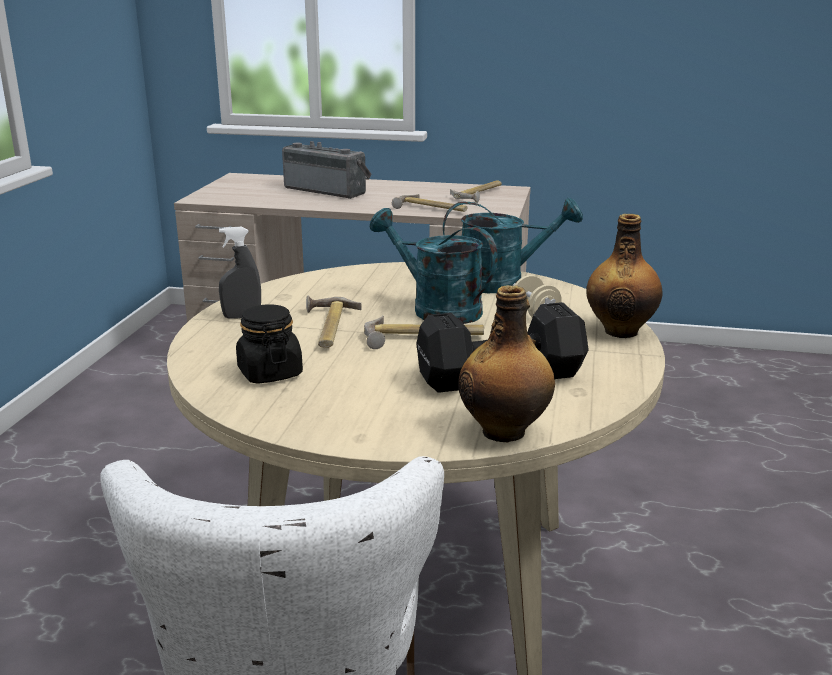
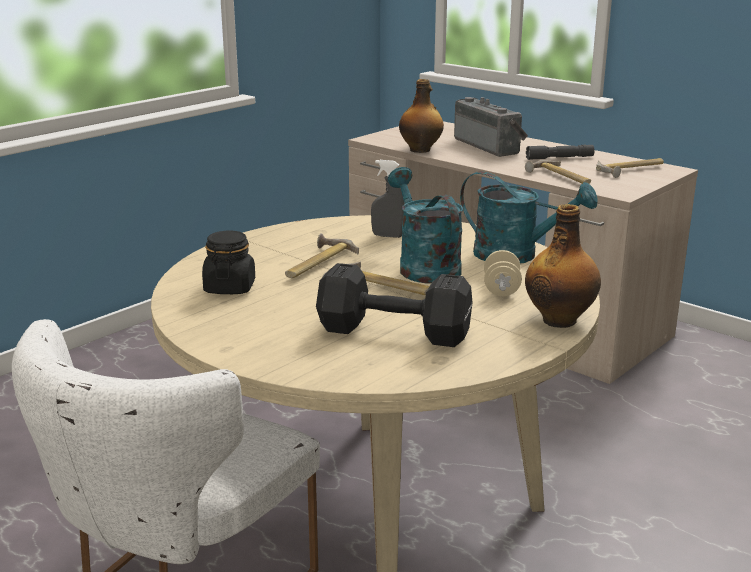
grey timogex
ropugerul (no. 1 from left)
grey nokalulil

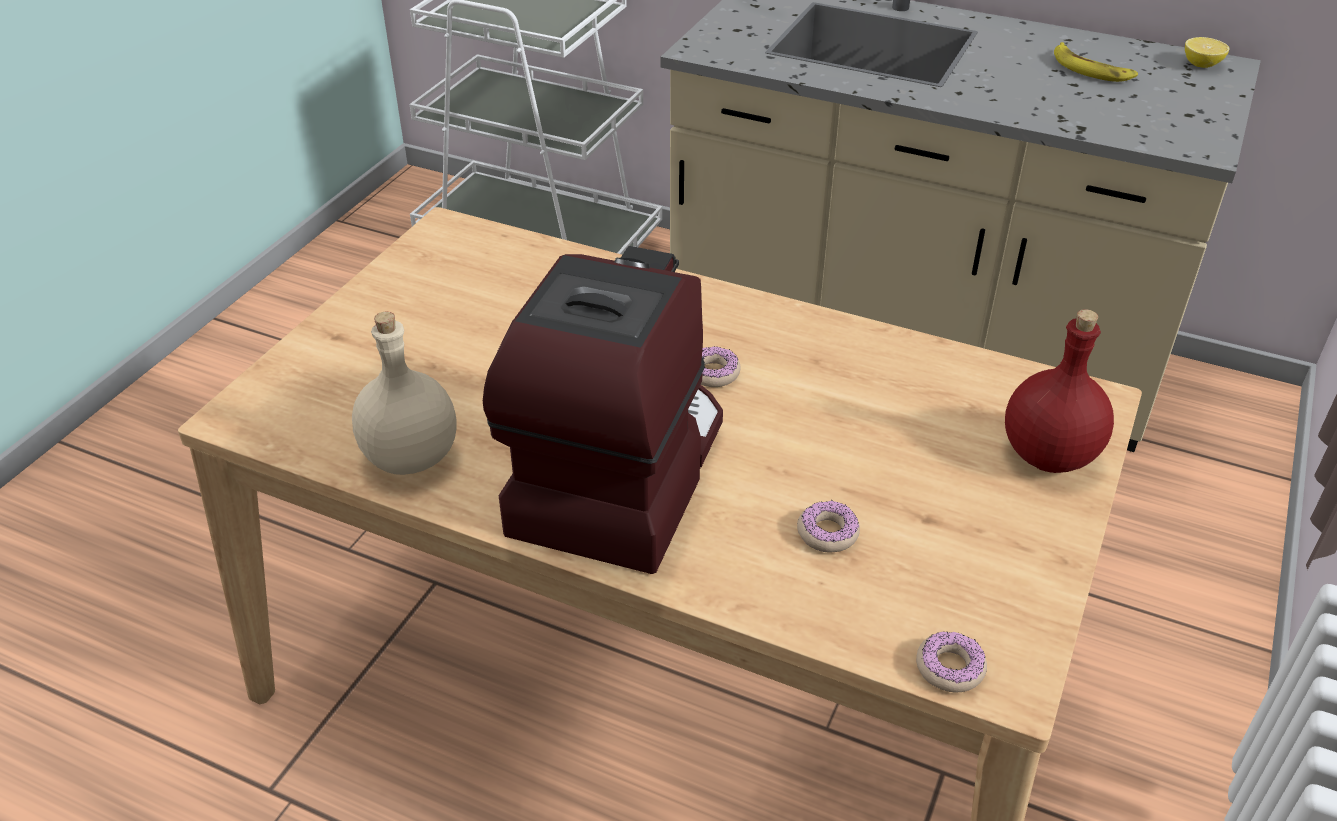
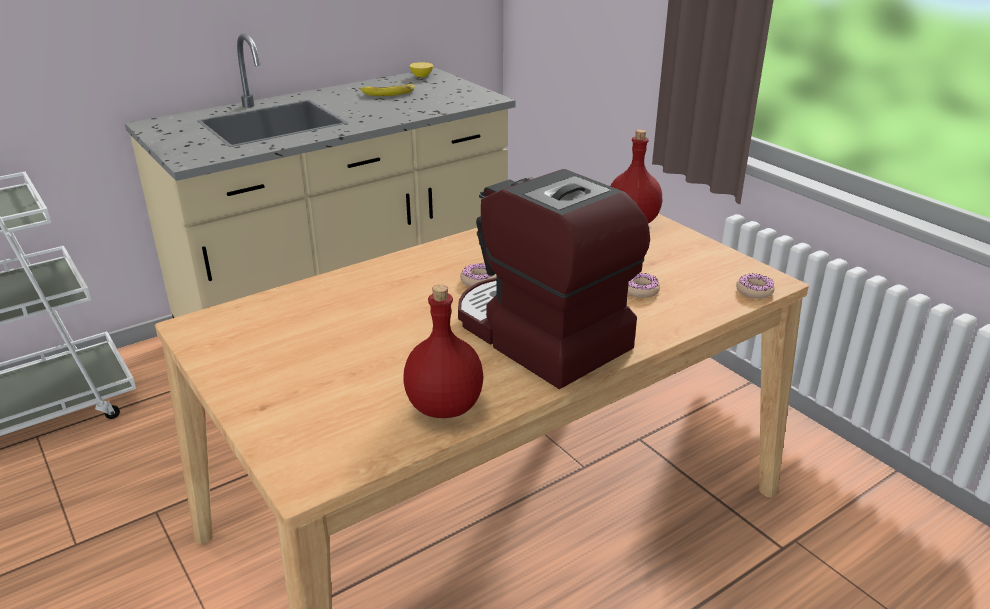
red ropugerul (no. 1 from left)

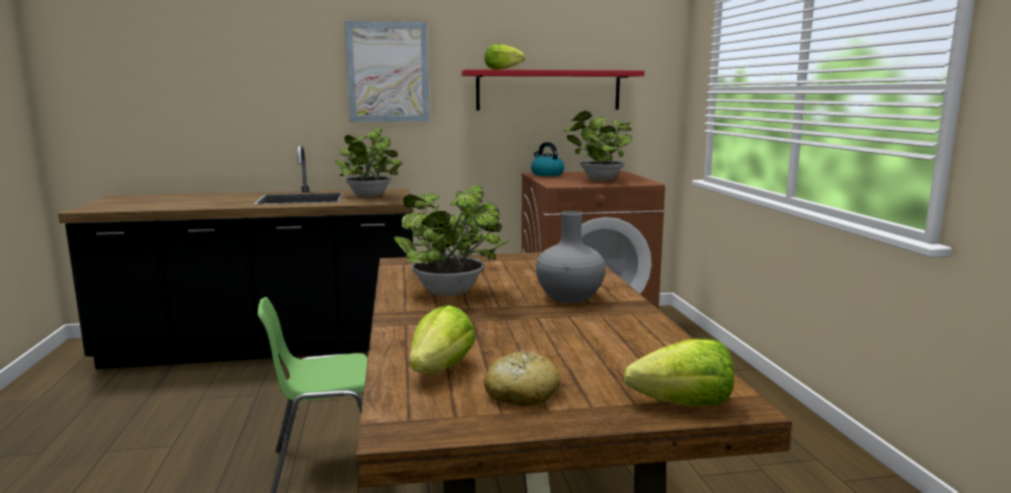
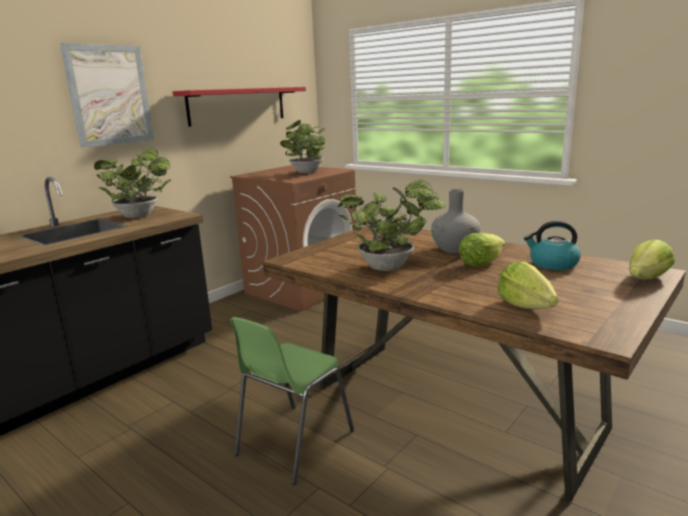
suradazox (no. 1 from left)
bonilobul
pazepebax

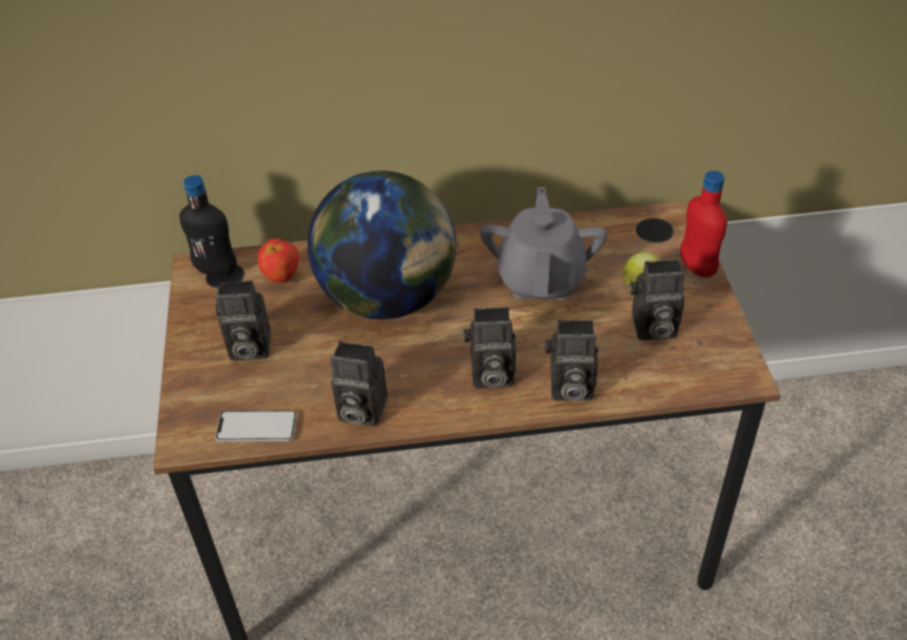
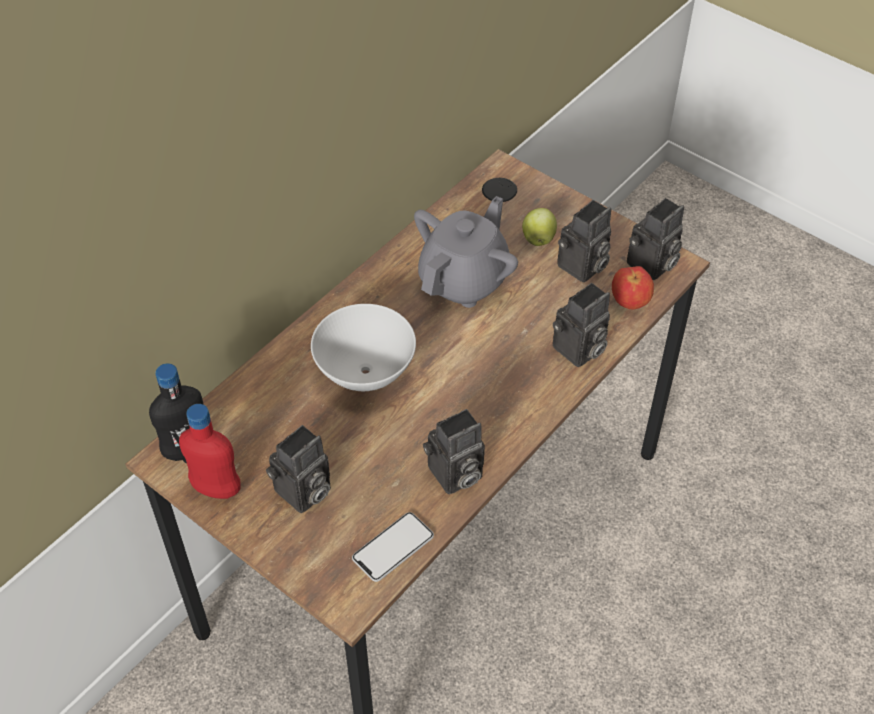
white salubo
red ropugerul
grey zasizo
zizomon (no. 2 from left)
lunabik (no. 5 from left)

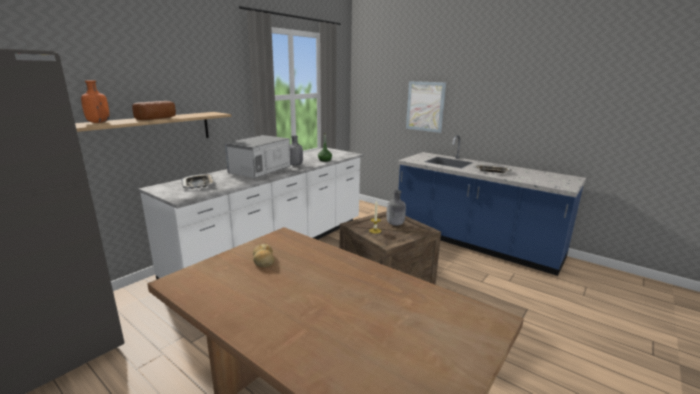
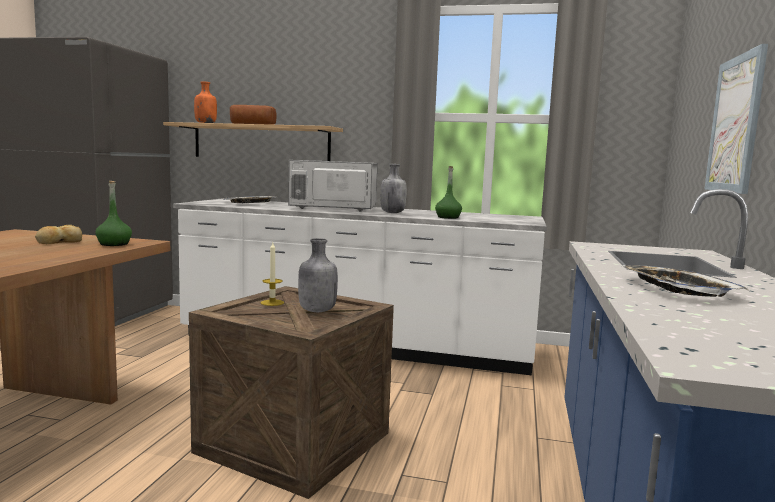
green ropugerul (no. 1 from left)

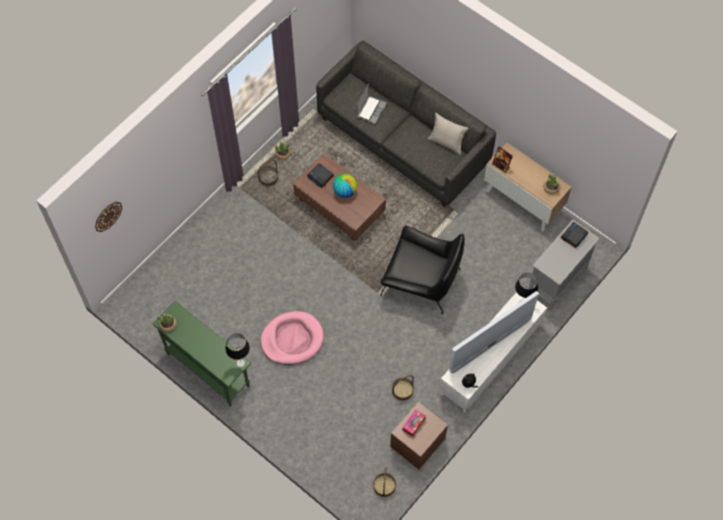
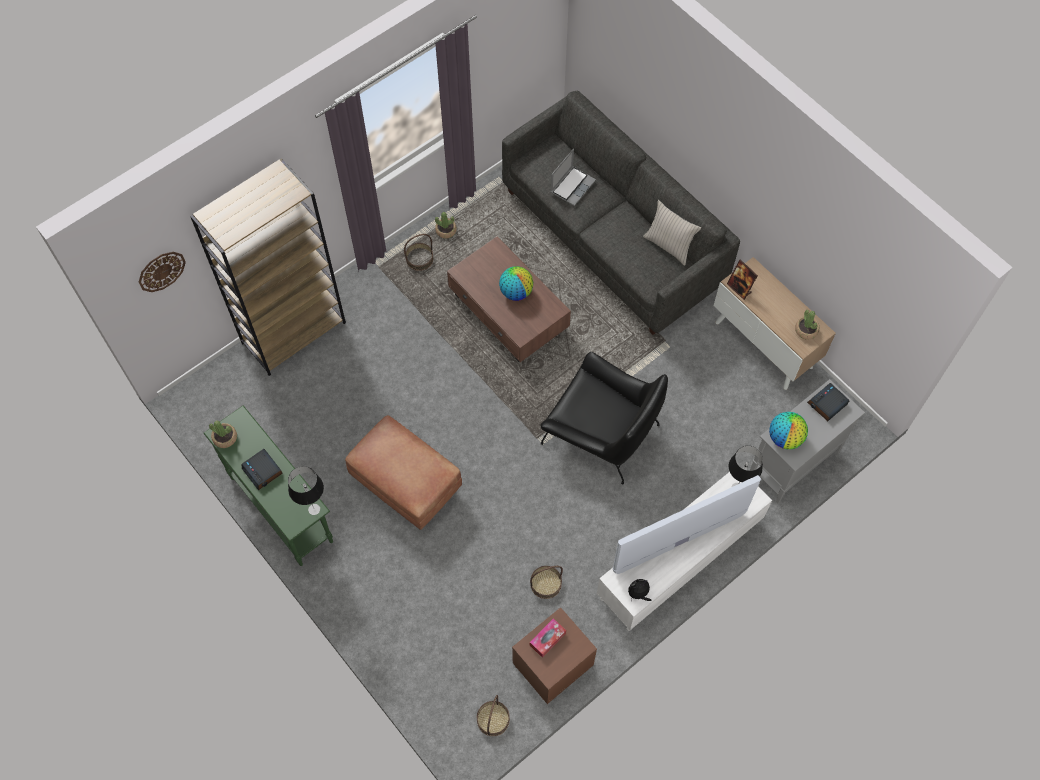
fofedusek (no. 1 from left)
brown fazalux
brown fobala
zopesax (no. 2 from left)

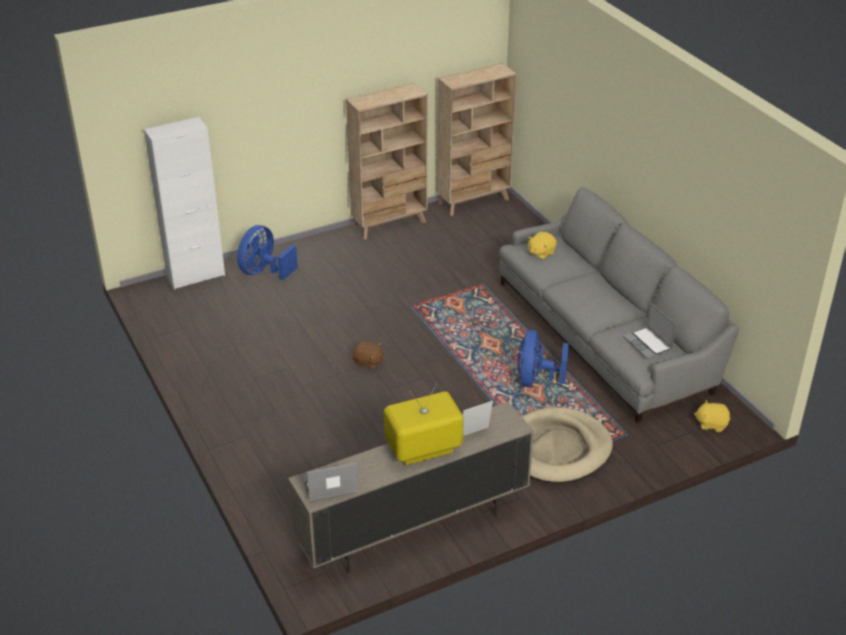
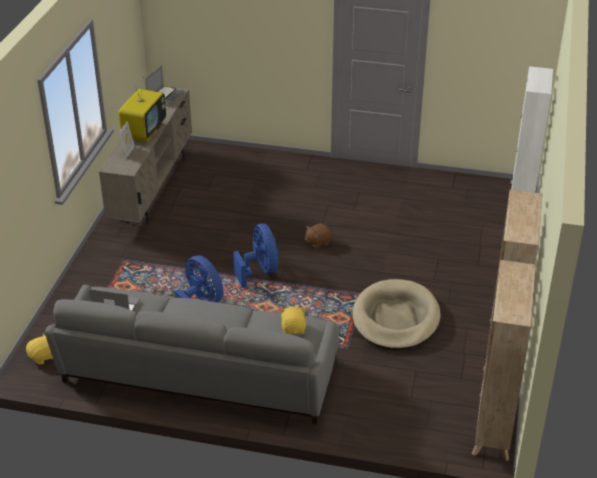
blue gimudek (no. 2 from left)
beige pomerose

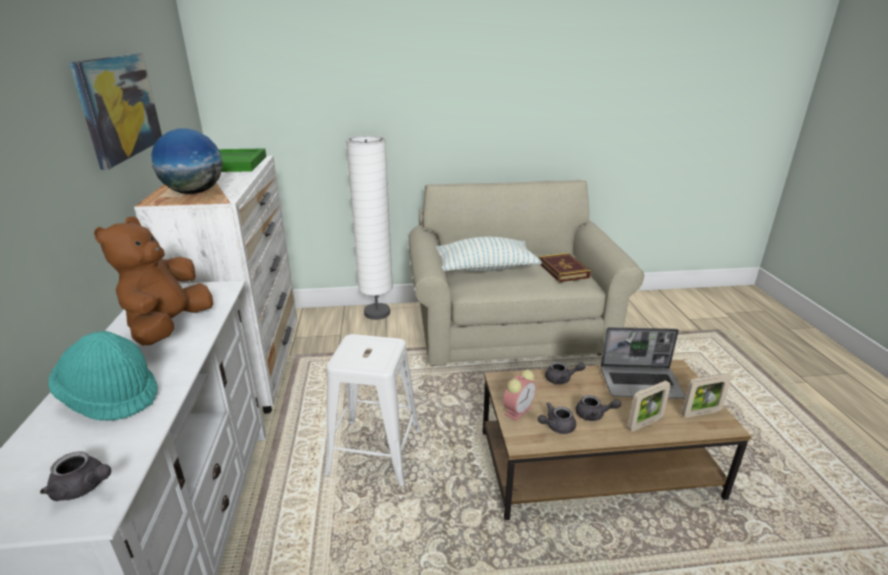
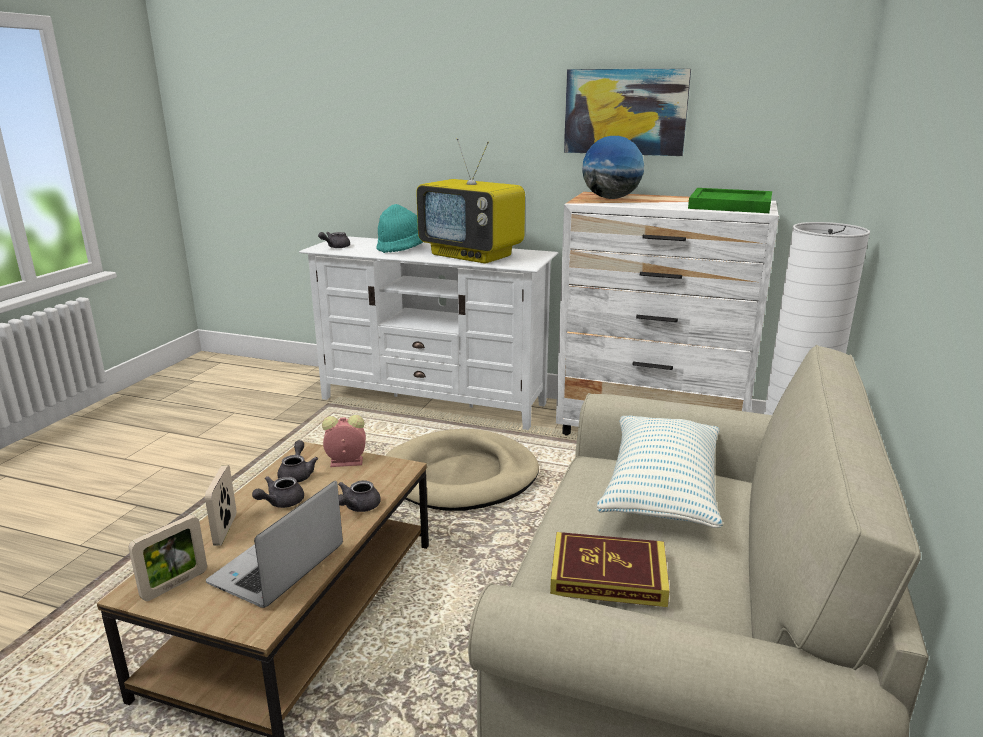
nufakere
beige pomerose
fofedusek
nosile (no. 1 from left)

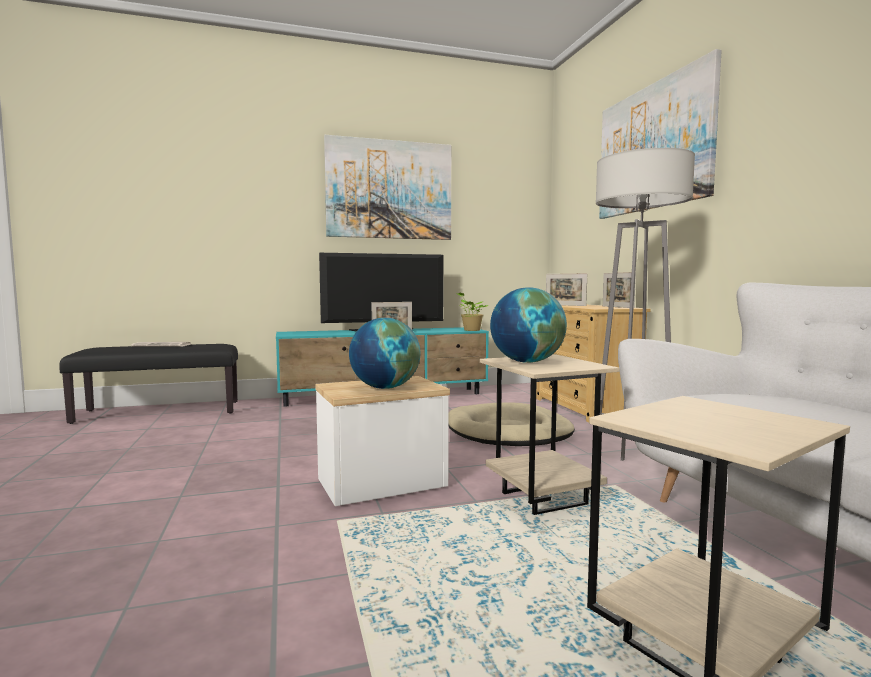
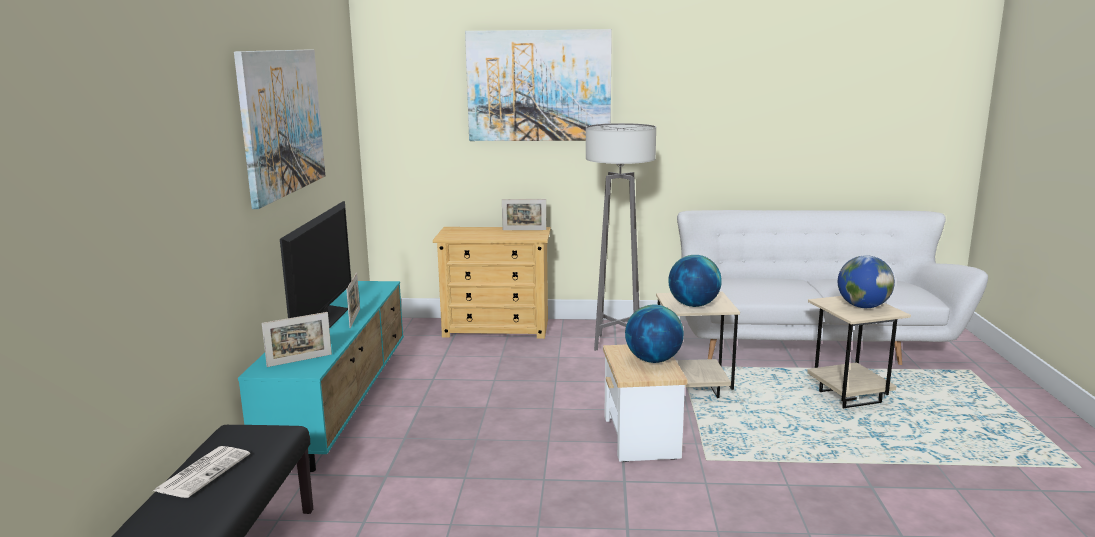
nosile (no. 1 from left)
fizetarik
beige pomerose
zopesax (no. 3 from left)

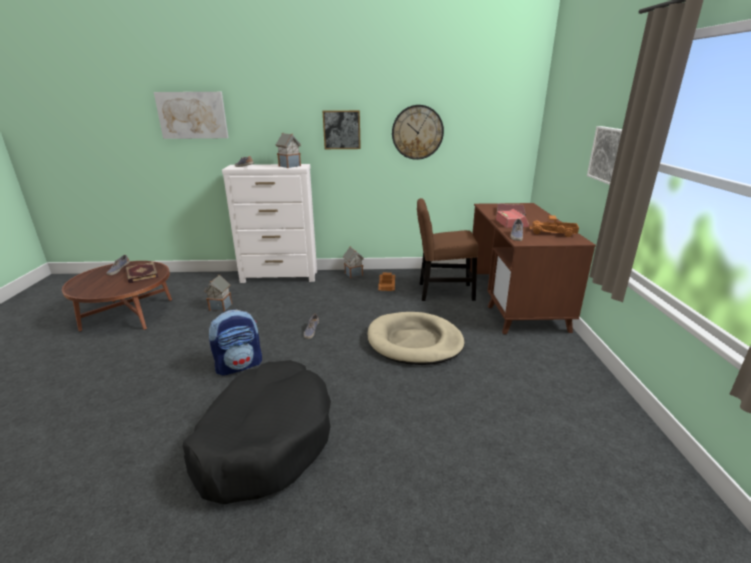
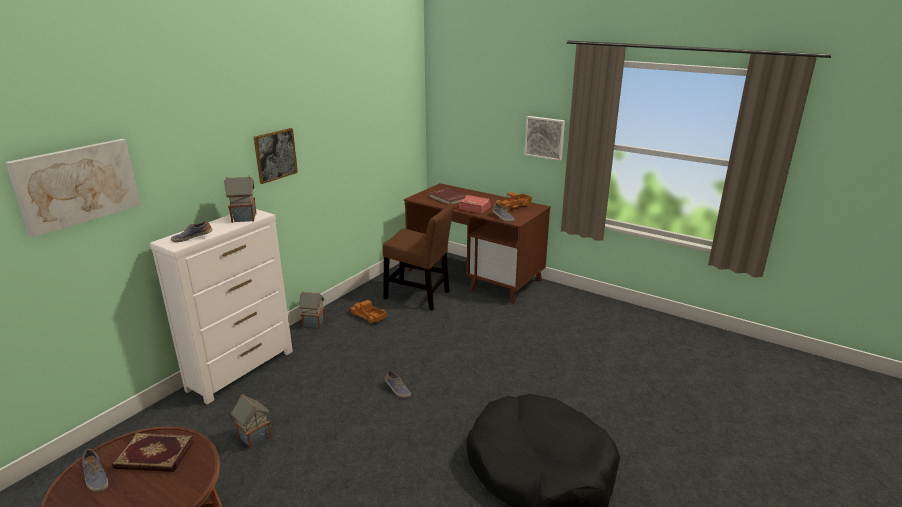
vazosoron
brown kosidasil
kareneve
beige pomerose

